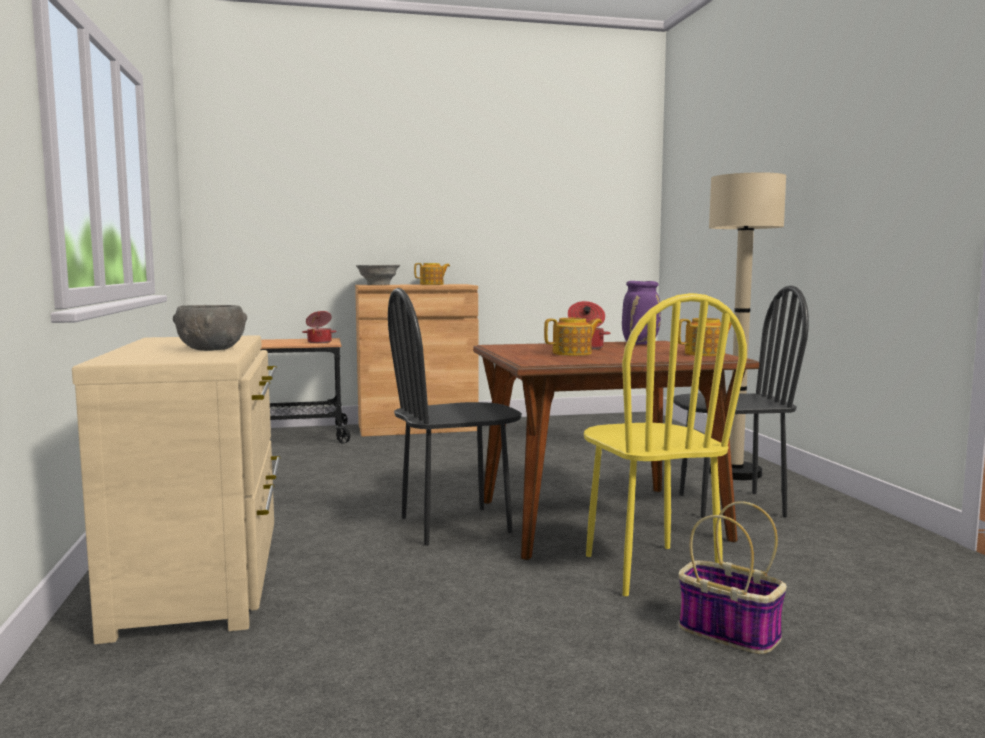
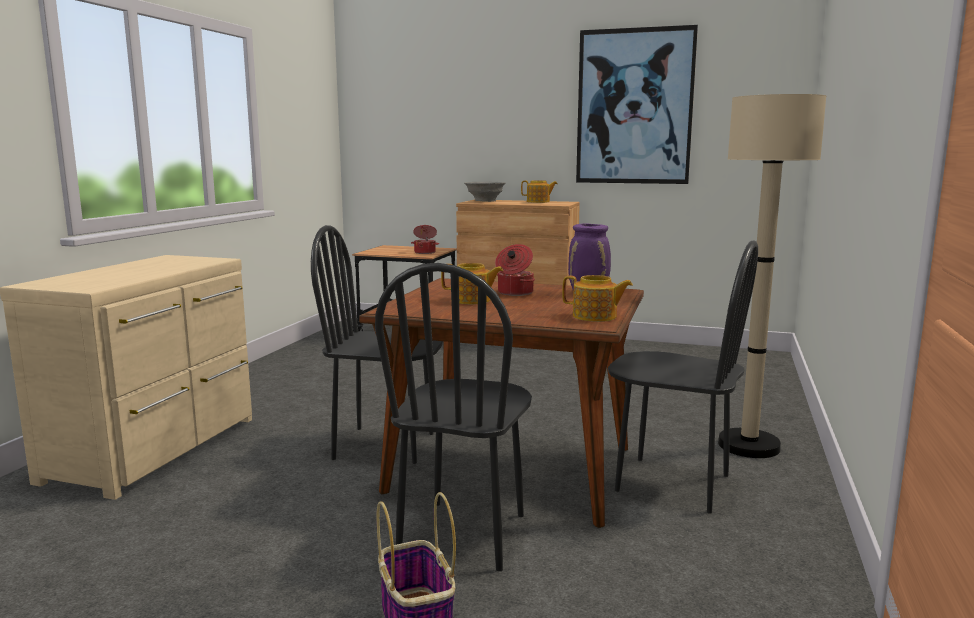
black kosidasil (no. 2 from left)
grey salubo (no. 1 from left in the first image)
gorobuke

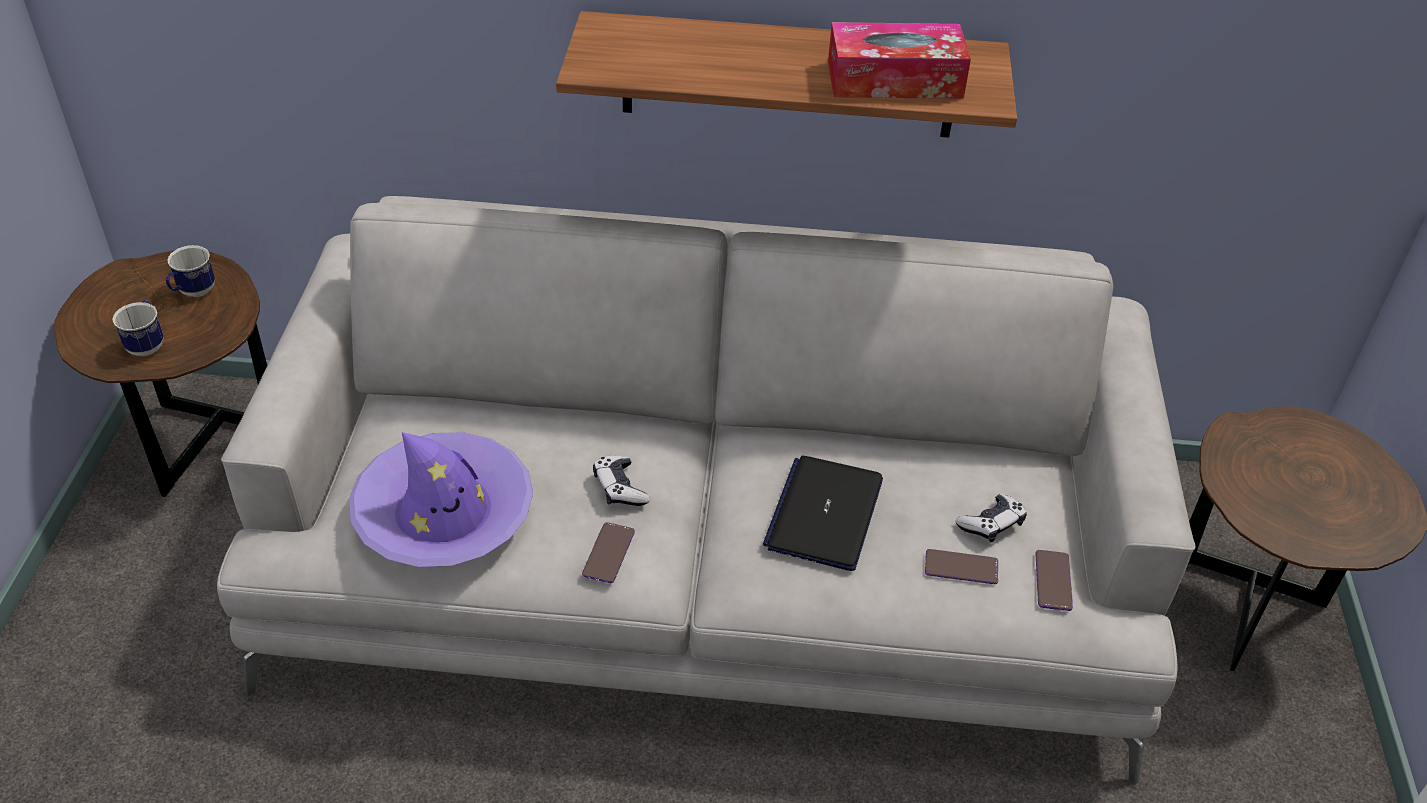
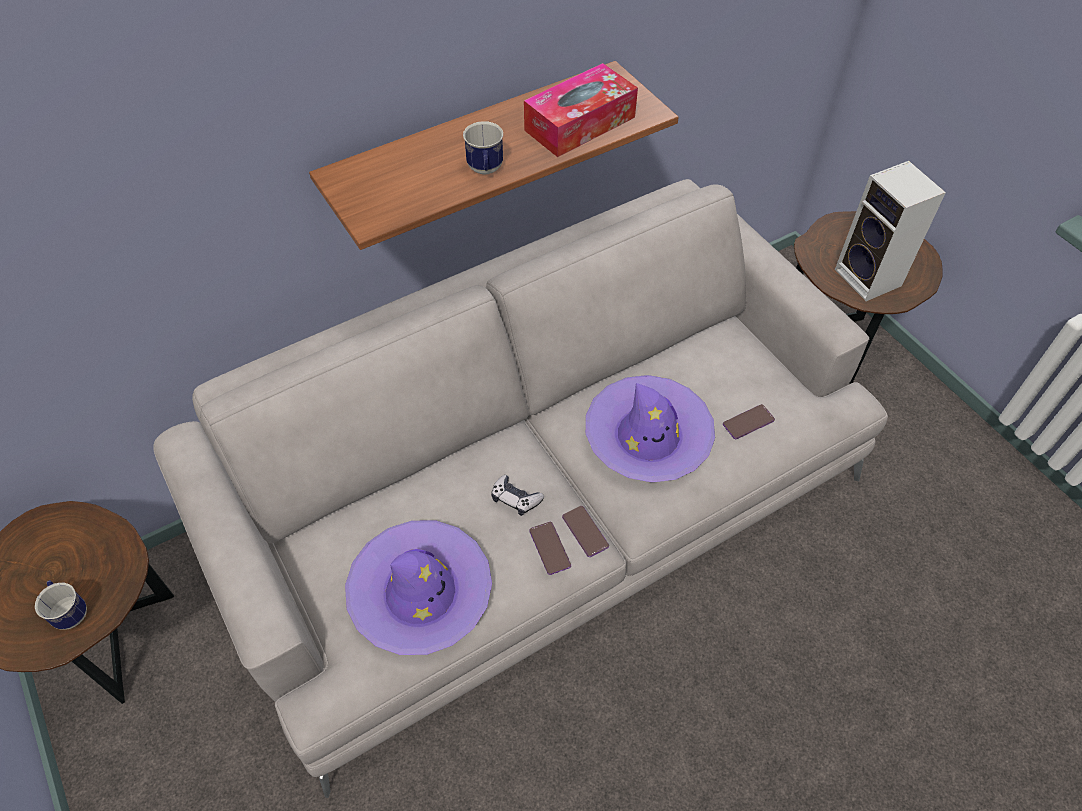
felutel (no. 2 from left)
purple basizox (no. 2 from left)
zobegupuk (no. 2 from left in the first image)
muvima (no. 2 from left)
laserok

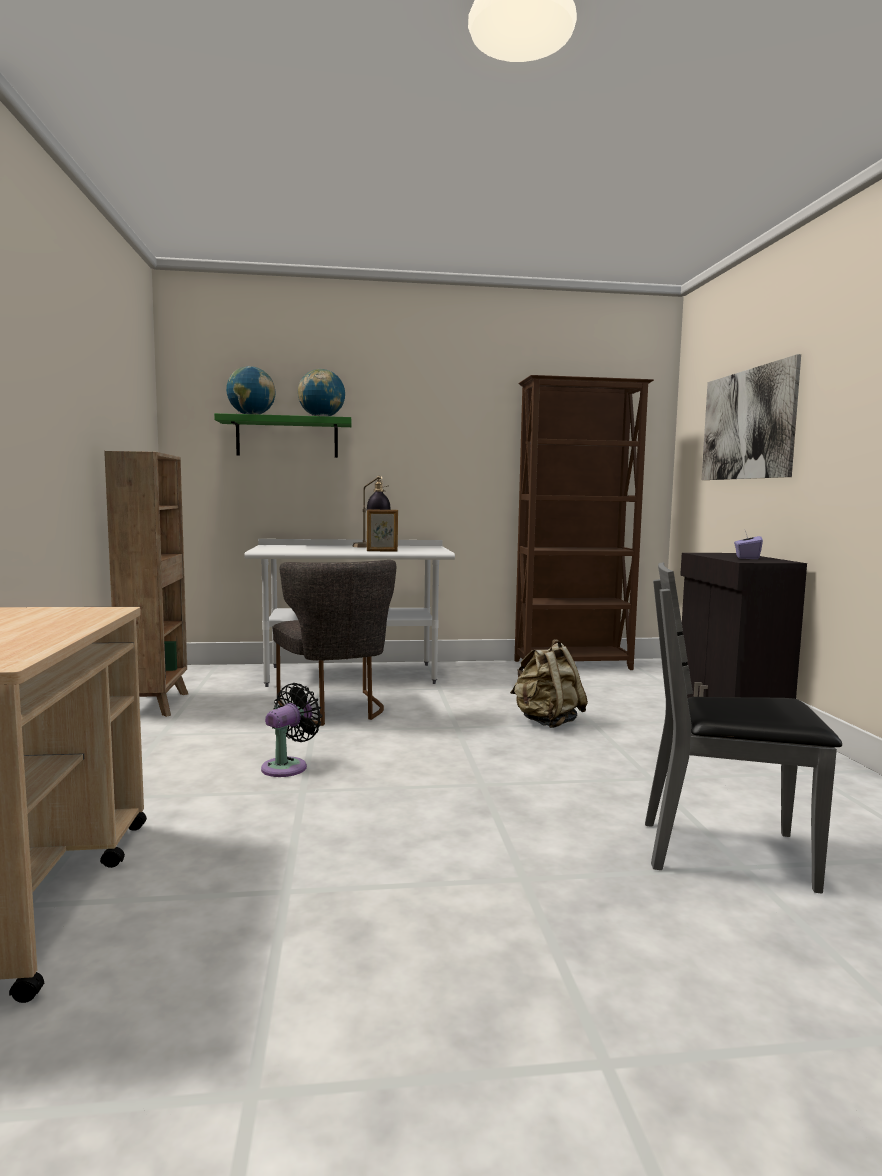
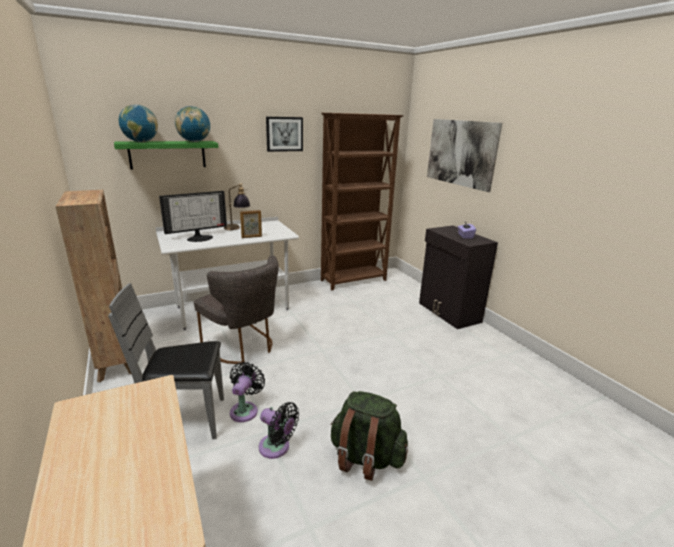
grey kosidasil (no. 1 from left)
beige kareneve
gorobuke (no. 1 from left)
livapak
green kareneve
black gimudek (no. 2 from left)

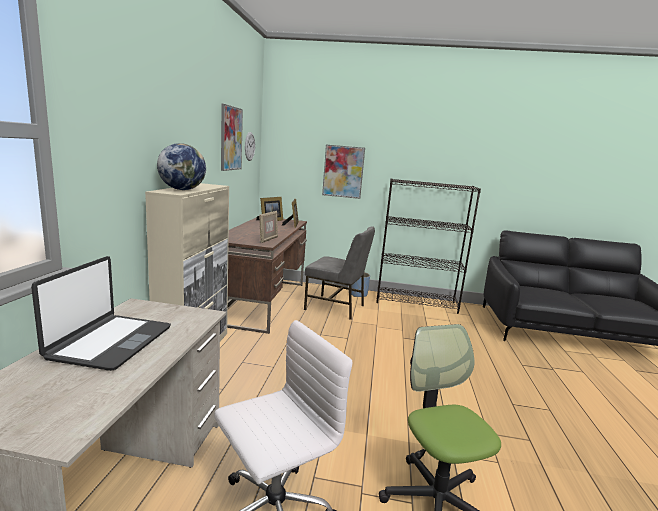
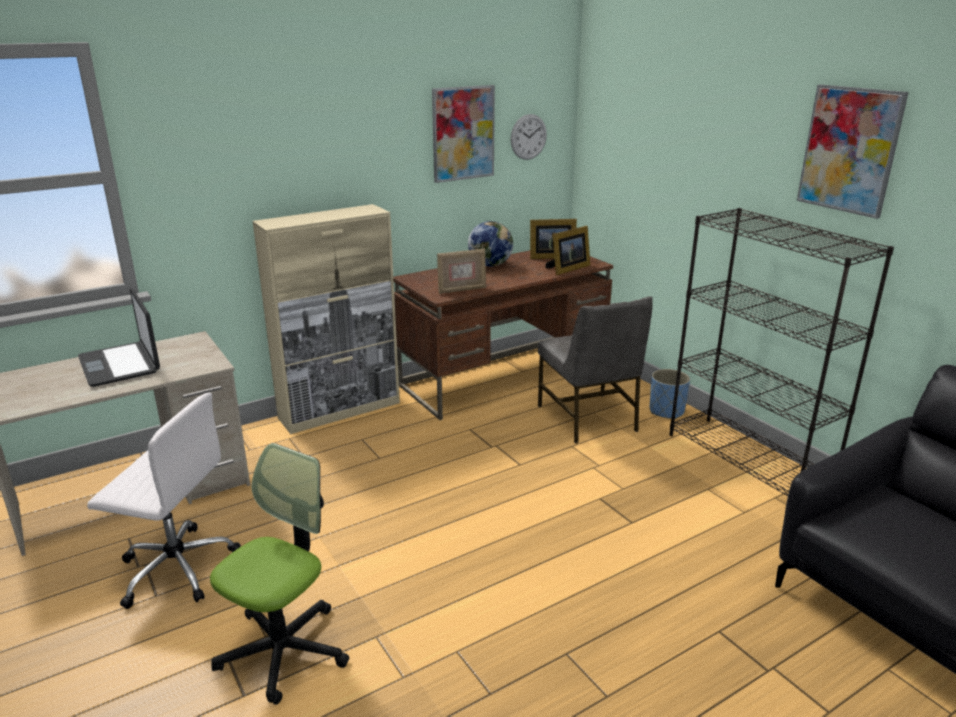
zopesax
gorobuke (no. 2 from left)
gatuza

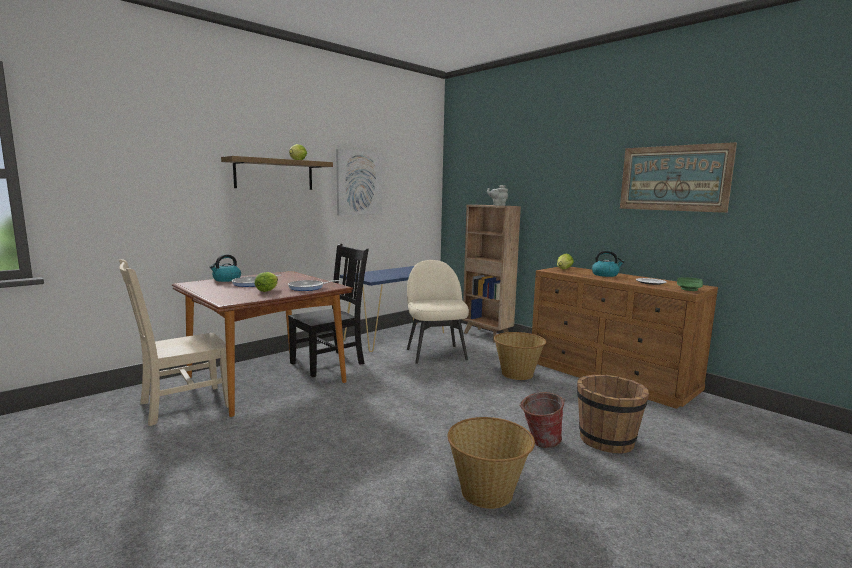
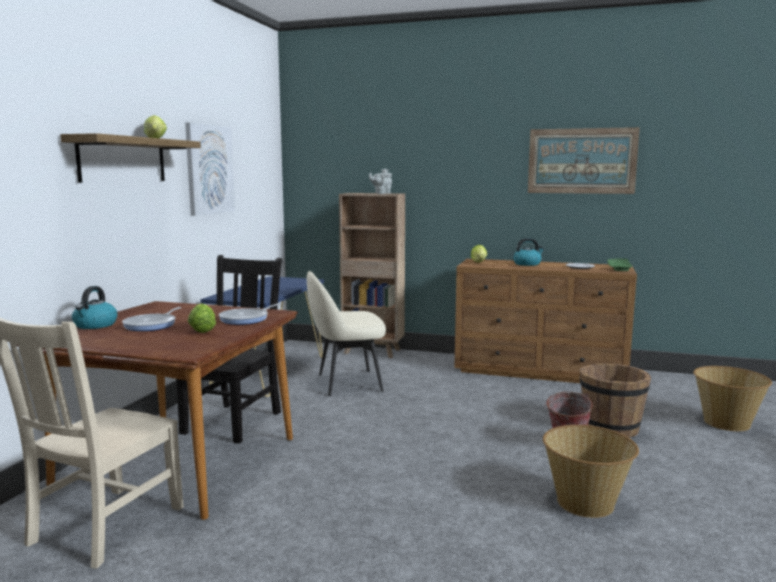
beige kosidasil (no. 2 from left)
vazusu (no. 2 from left)

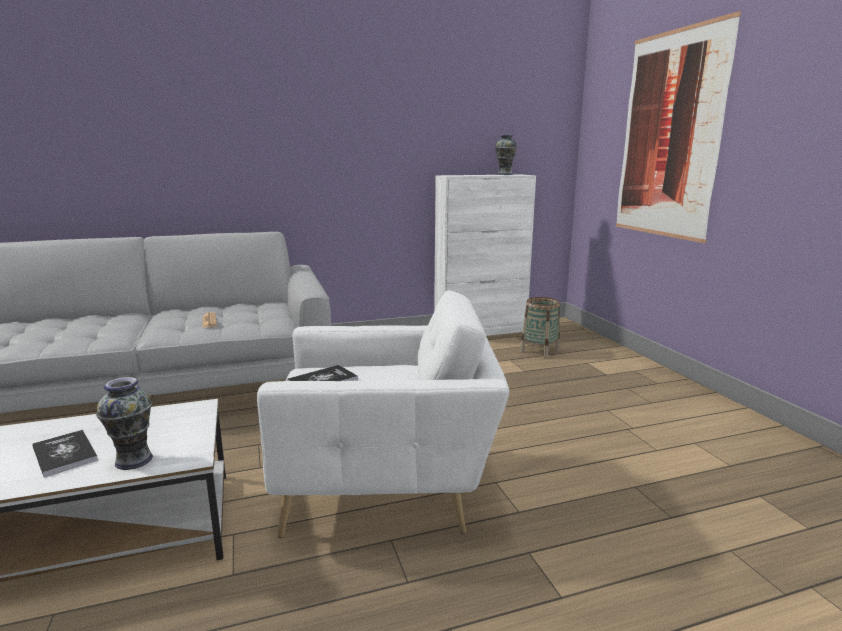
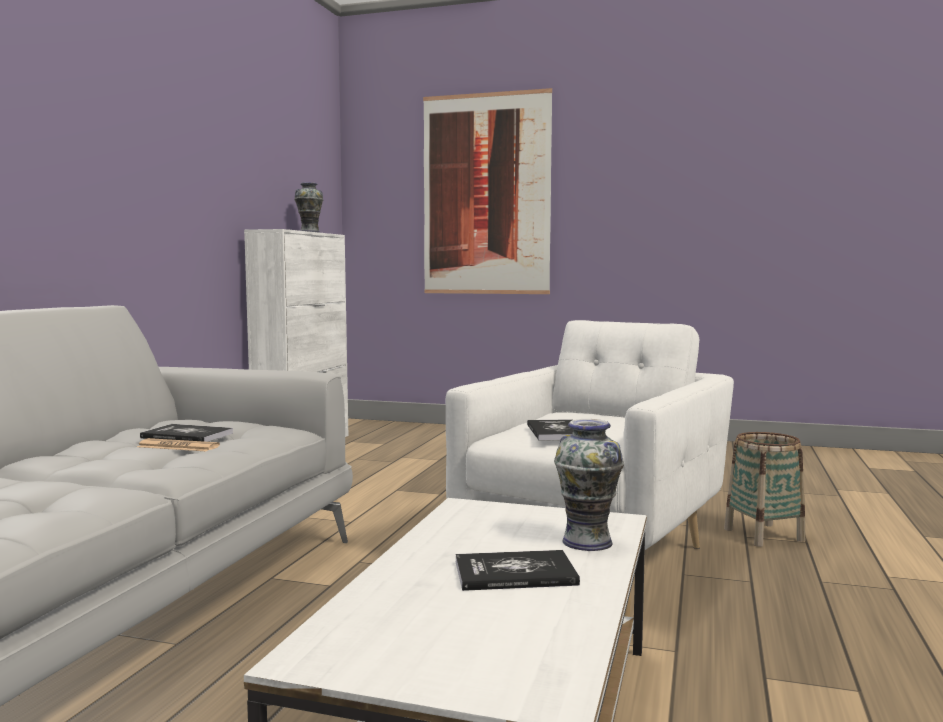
vazusu
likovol (no. 1 from left)

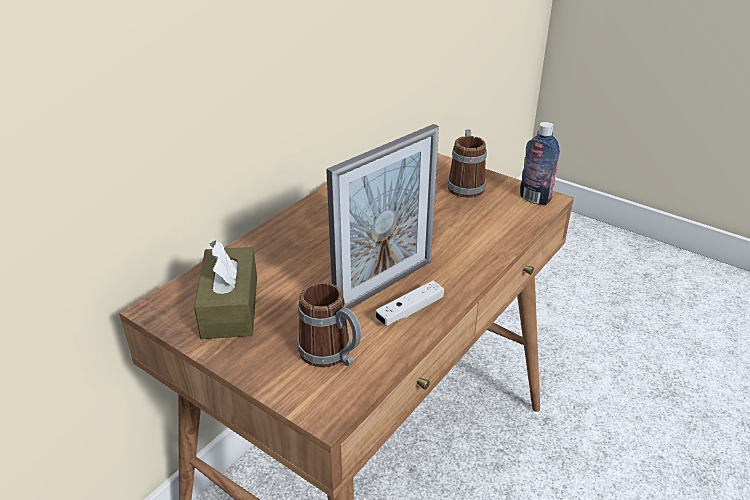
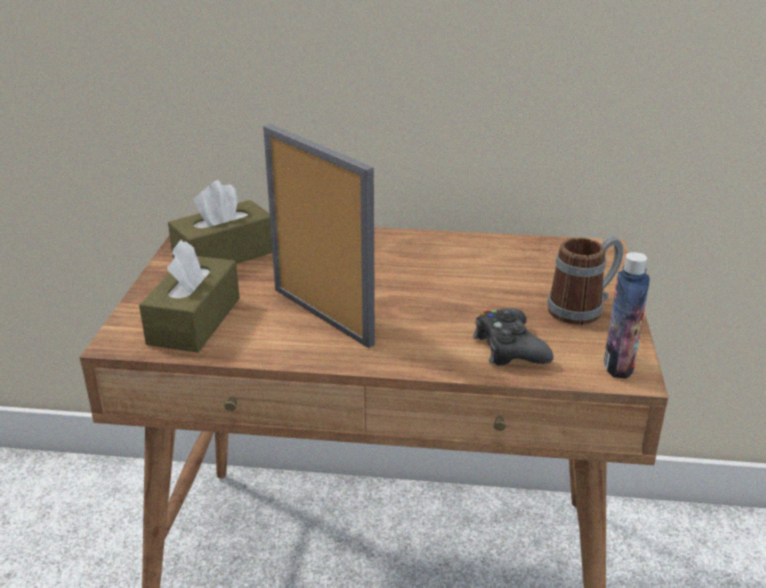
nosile
white zobegupuk
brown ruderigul (no. 1 from left)
black zobegupuk

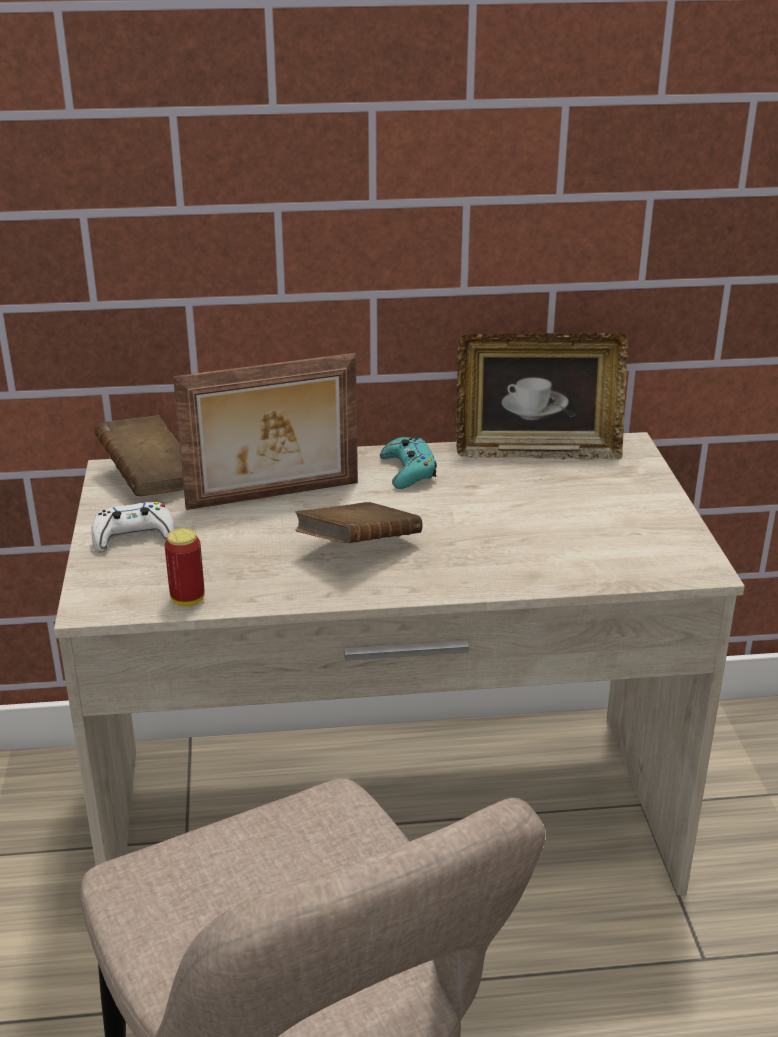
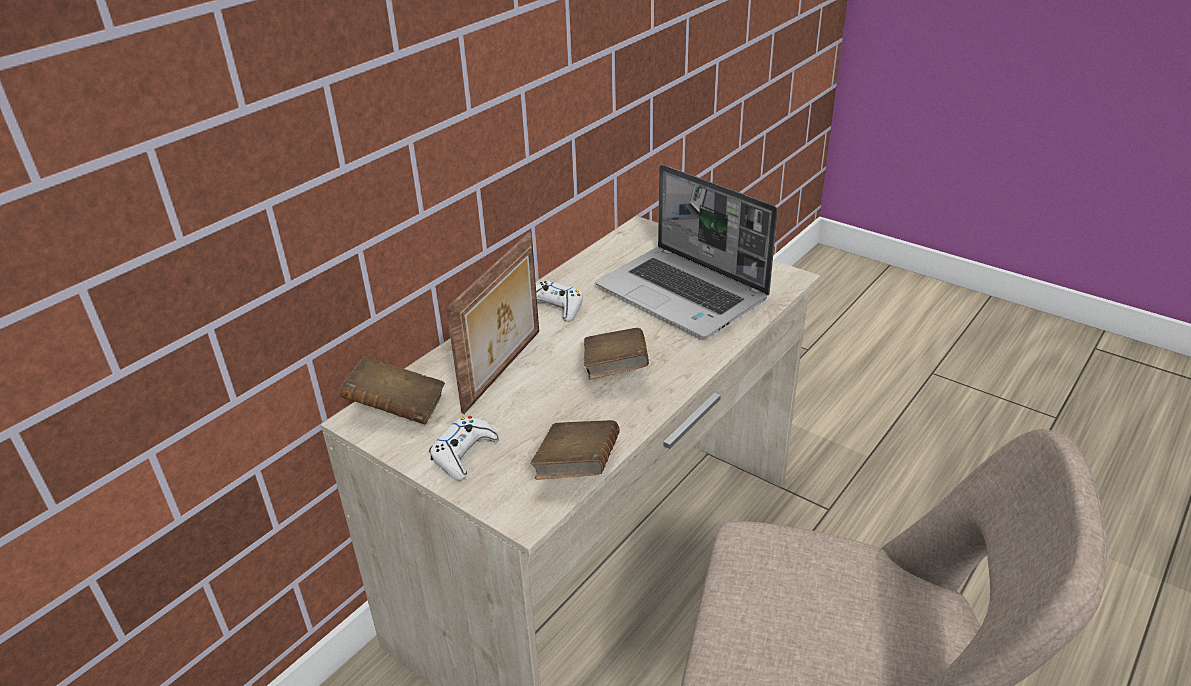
nosile (no. 2 from left in the first image)
white zobegupuk (no. 2 from left)
brown likovol (no. 2 from left)
gatuza

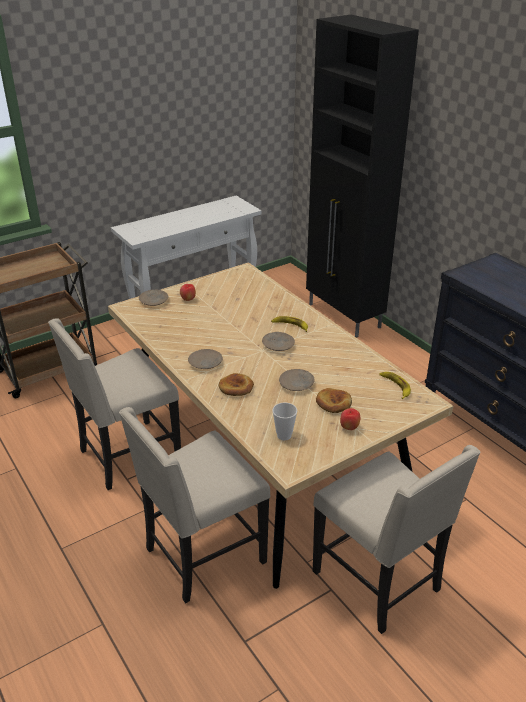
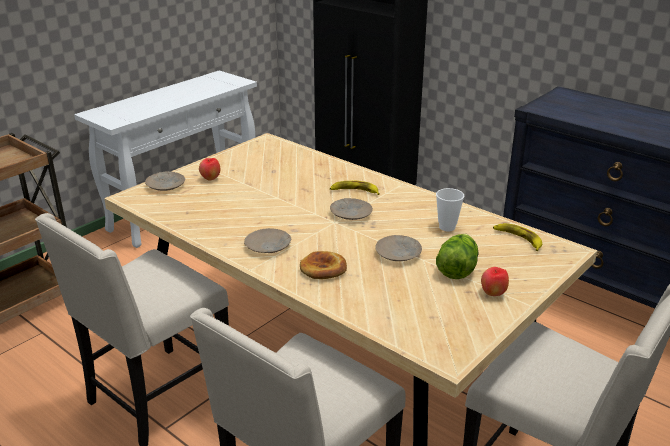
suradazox
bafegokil

